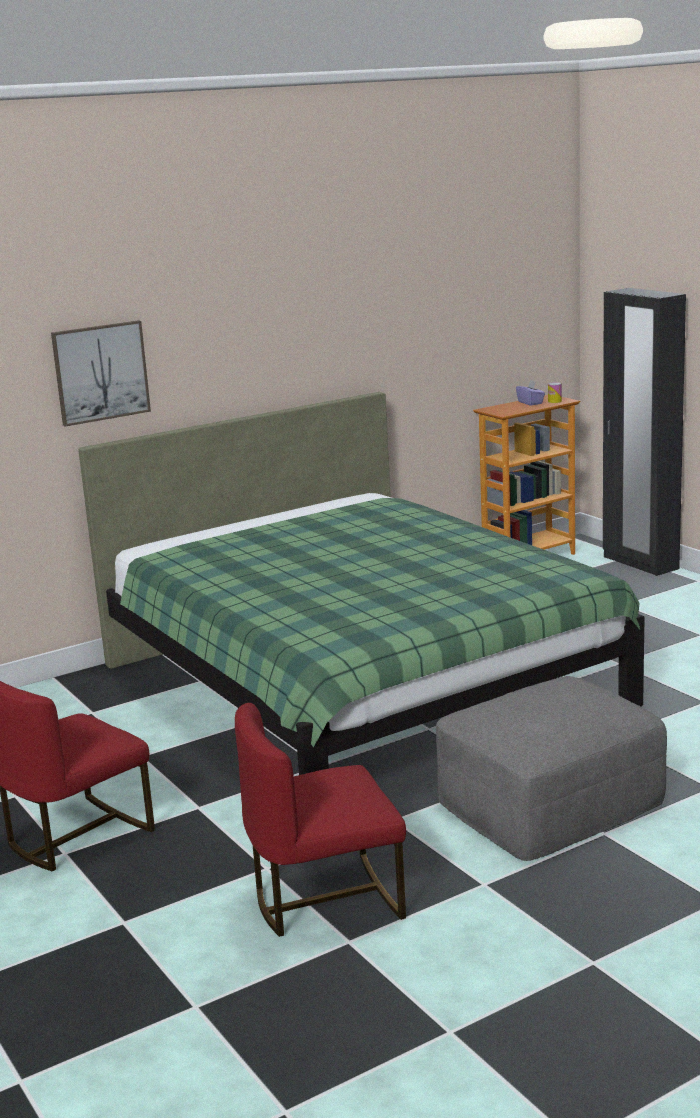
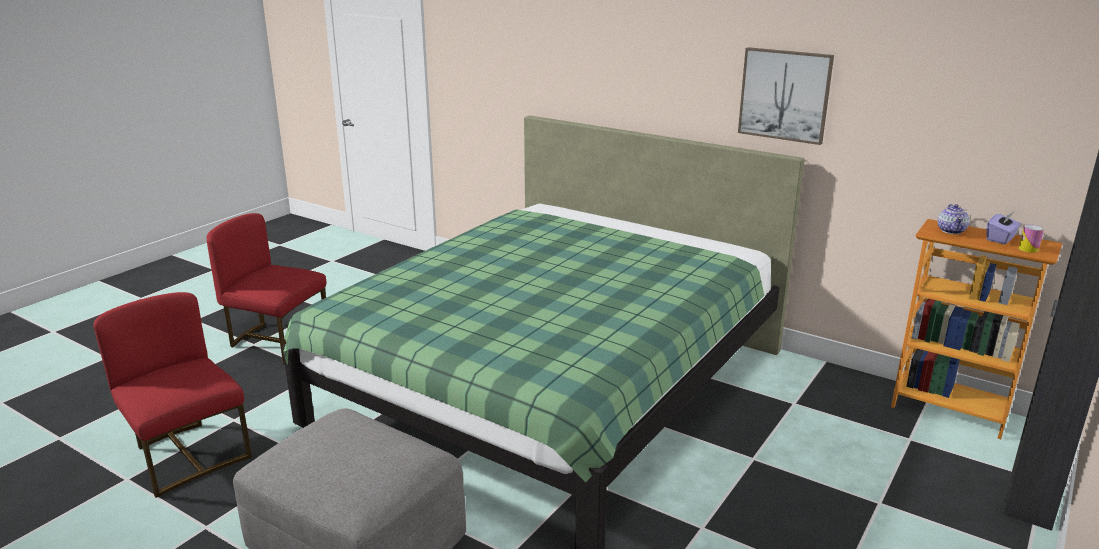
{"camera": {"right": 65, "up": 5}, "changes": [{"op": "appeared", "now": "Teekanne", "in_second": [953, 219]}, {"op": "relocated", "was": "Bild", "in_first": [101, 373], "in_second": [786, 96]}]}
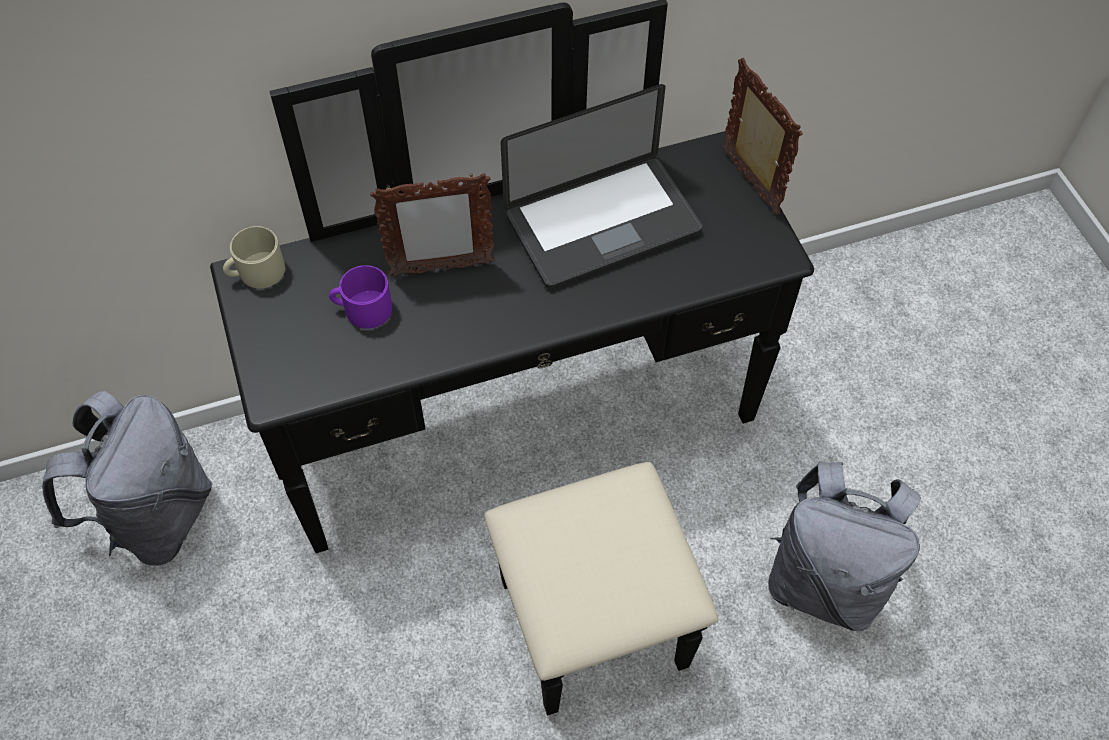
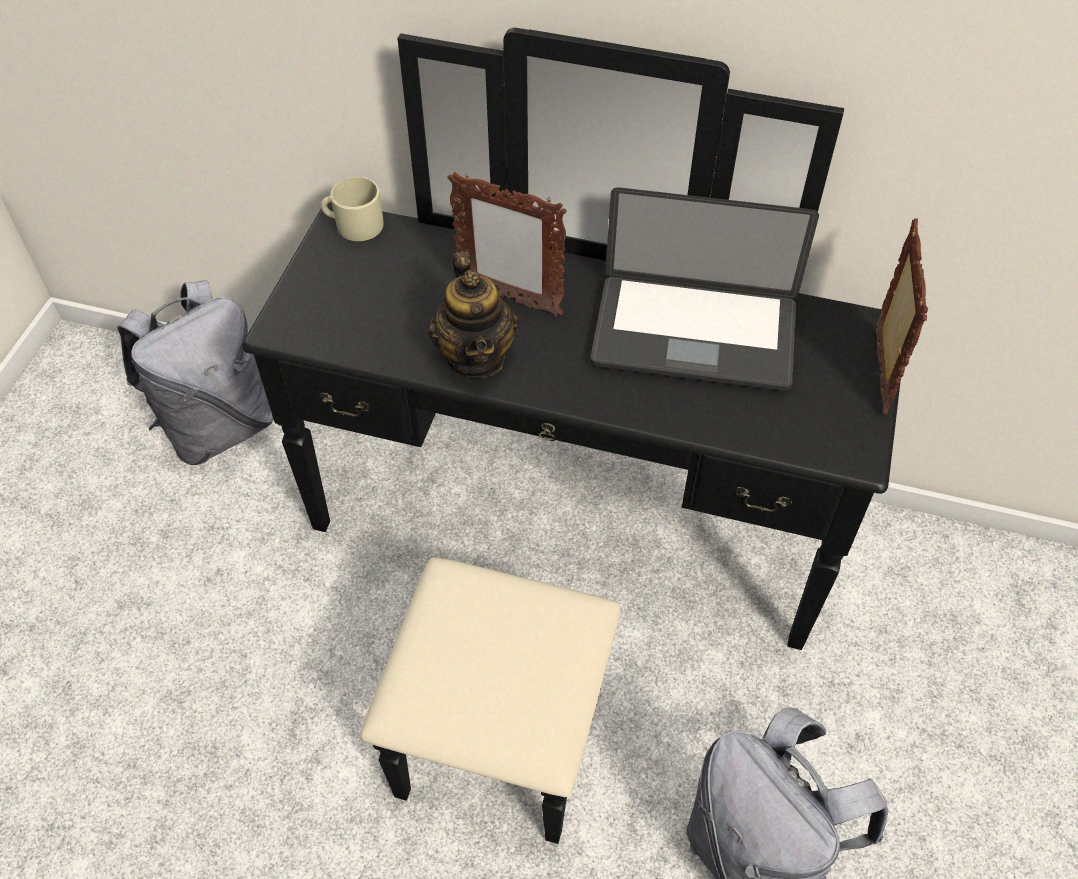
{"camera": {"right": 35, "up": -5}, "changes": [{"op": "missing", "was": "Henkelbecher [lila]", "in_first": [360, 297]}, {"op": "appeared", "now": "Teekanne", "in_second": [473, 314]}]}
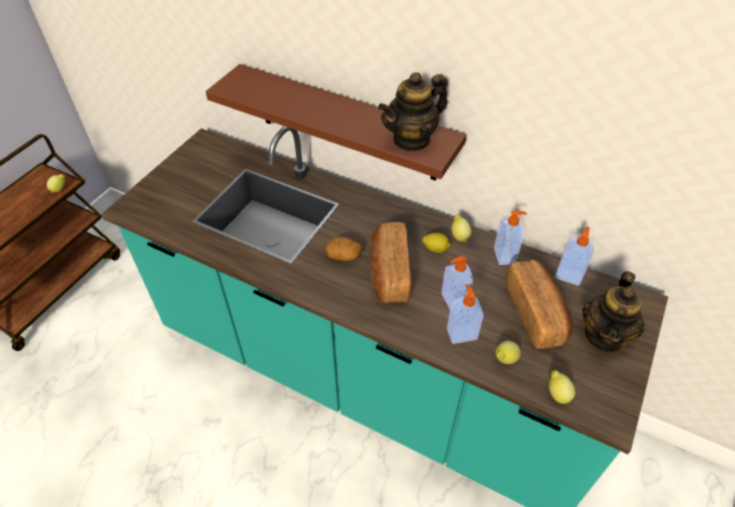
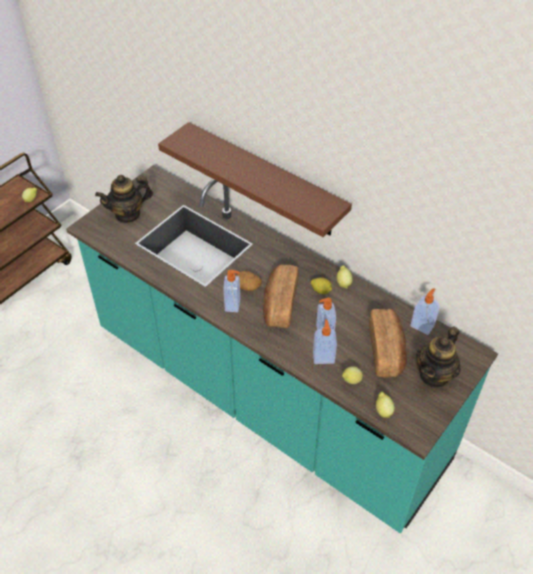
{"camera": {"right": 10, "up": 0}, "changes": [{"op": "relocated", "was": "Teekanne", "in_first": [413, 112], "in_second": [124, 199]}, {"op": "relocated", "was": "Seifenspender", "in_first": [510, 238], "in_second": [232, 291]}]}
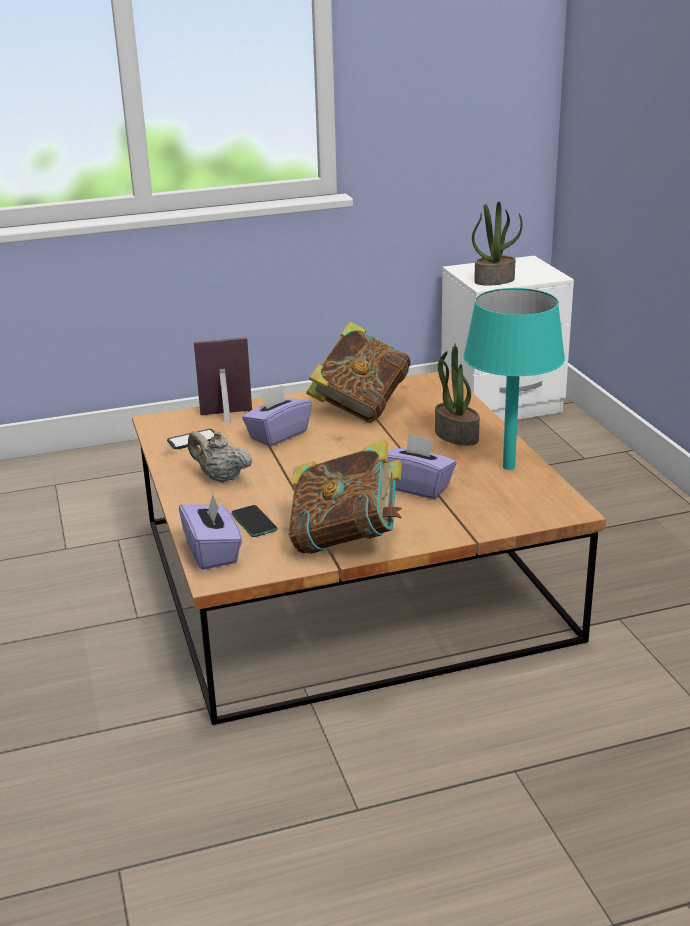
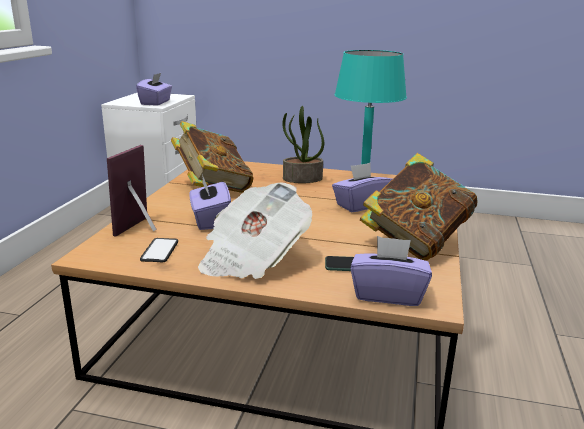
{"camera": {"right": -60, "up": -5}, "changes": [{"op": "exchanged", "was": "Teekanne [beige]", "now": "Zeitung", "in_first": [220, 457], "in_second": [255, 230]}, {"op": "exchanged", "was": "Topfpflanze", "now": "Taschentuchbox [lila]", "in_first": [497, 244], "in_second": [154, 89]}]}
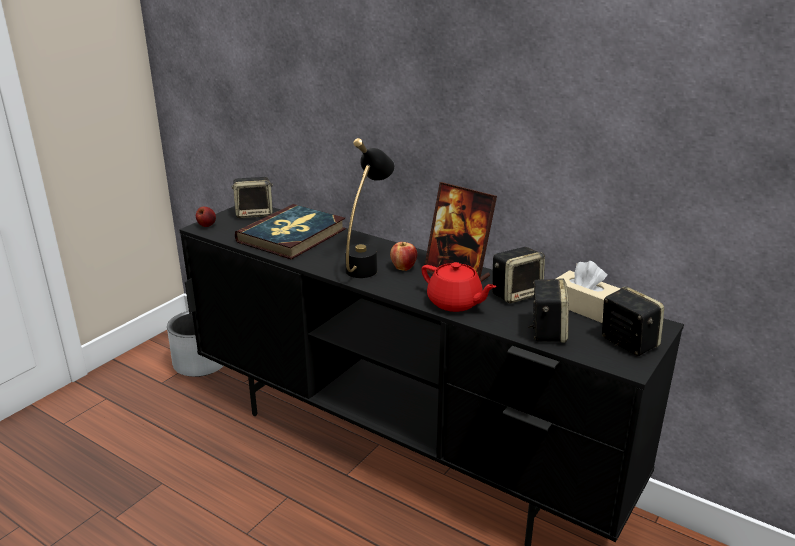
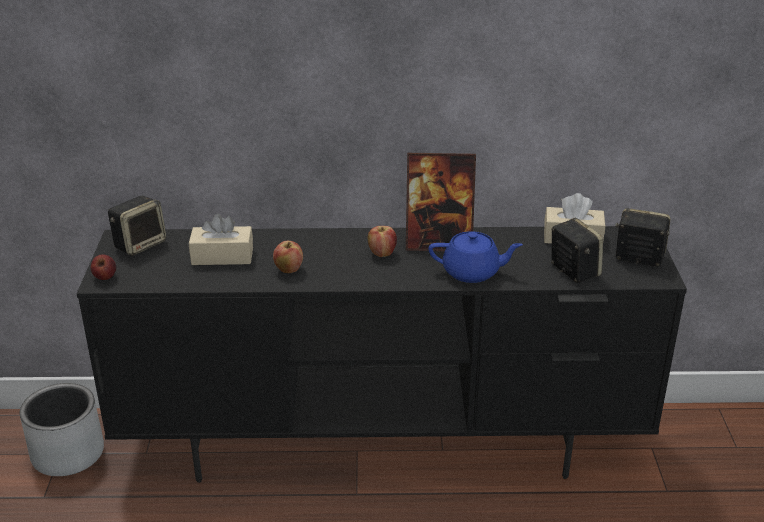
{"camera": {"right": -35, "up": 5}, "changes": [{"op": "missing", "was": "Tischlampe [schwarz]", "in_first": [370, 208]}, {"op": "missing", "was": "Lautsprecher", "in_first": [518, 275]}, {"op": "appeared", "now": "Apfel", "in_second": [288, 257]}, {"op": "exchanged", "was": "Buch", "now": "Taschentuchbox [beige]", "in_first": [290, 232], "in_second": [221, 239]}, {"op": "colour", "was": "Teekanne [rot]", "now": "Teekanne [blau]", "in_first": [459, 287], "in_second": [475, 257]}]}
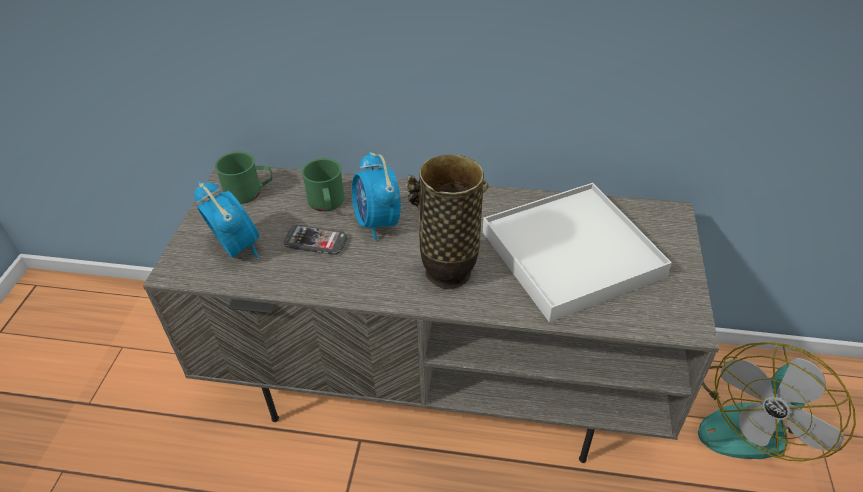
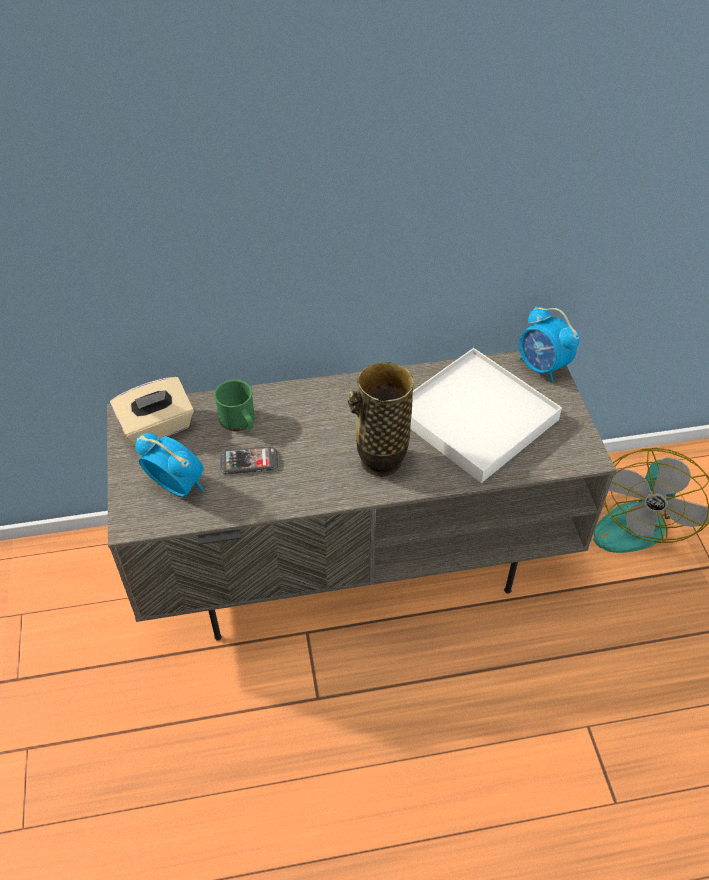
{"camera": {"right": -20, "up": 5}, "changes": [{"op": "relocated", "was": "Wecker", "in_first": [376, 195], "in_second": [549, 344]}, {"op": "exchanged", "was": "Henkelbecher [grün]", "now": "Taschentuchbox [beige]", "in_first": [243, 177], "in_second": [152, 411]}]}
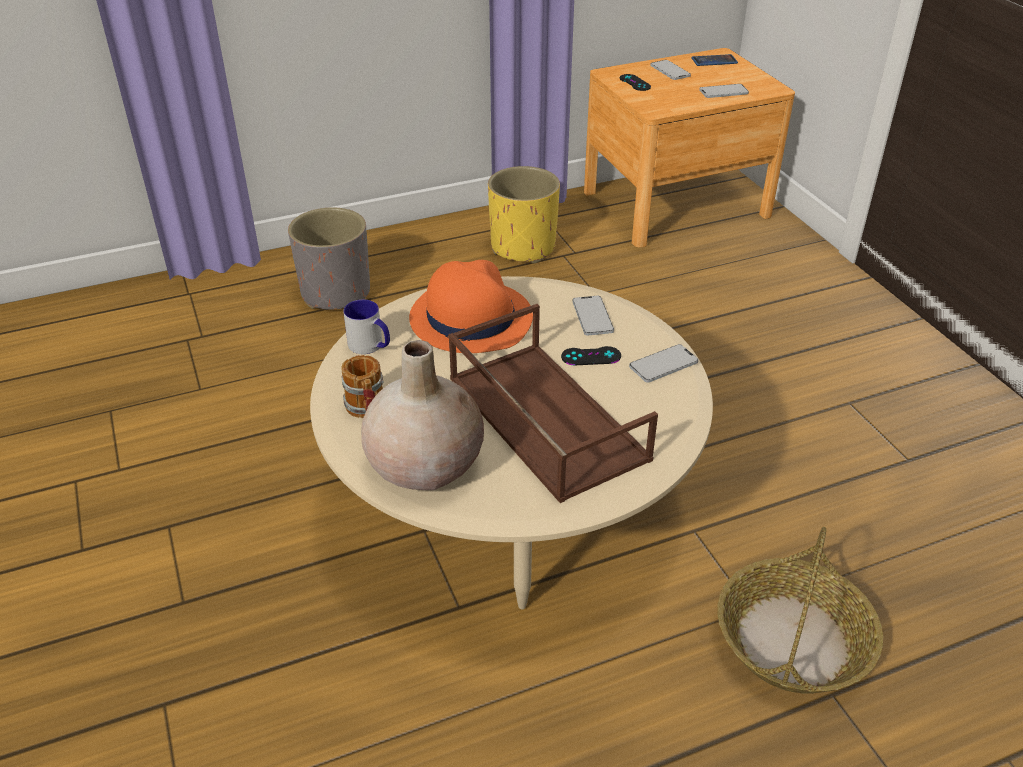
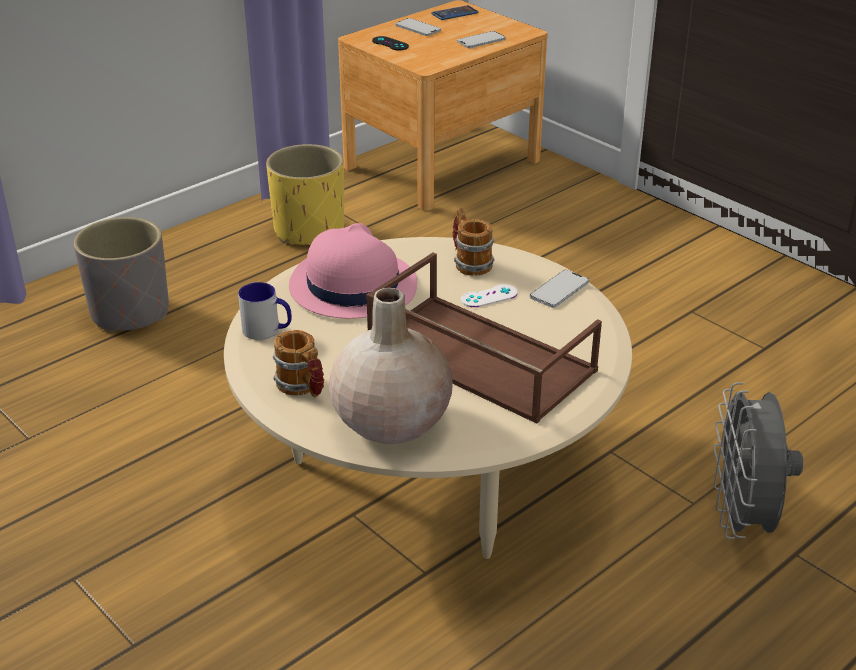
{"camera": {"right": -20, "up": -5}, "changes": [{"op": "exchanged", "was": "Handy", "now": "Henkelbecher", "in_first": [593, 316], "in_second": [473, 241]}, {"op": "exchanged", "was": "Korb", "now": "Ventilator [grau]", "in_first": [800, 610], "in_second": [758, 460]}, {"op": "colour", "was": "Hut [orange]", "now": "Hut [rosa]", "in_first": [471, 306], "in_second": [353, 271]}, {"op": "colour", "was": "Gamepad [schwarz]", "now": "Gamepad [weiß]", "in_first": [591, 355], "in_second": [489, 296]}]}
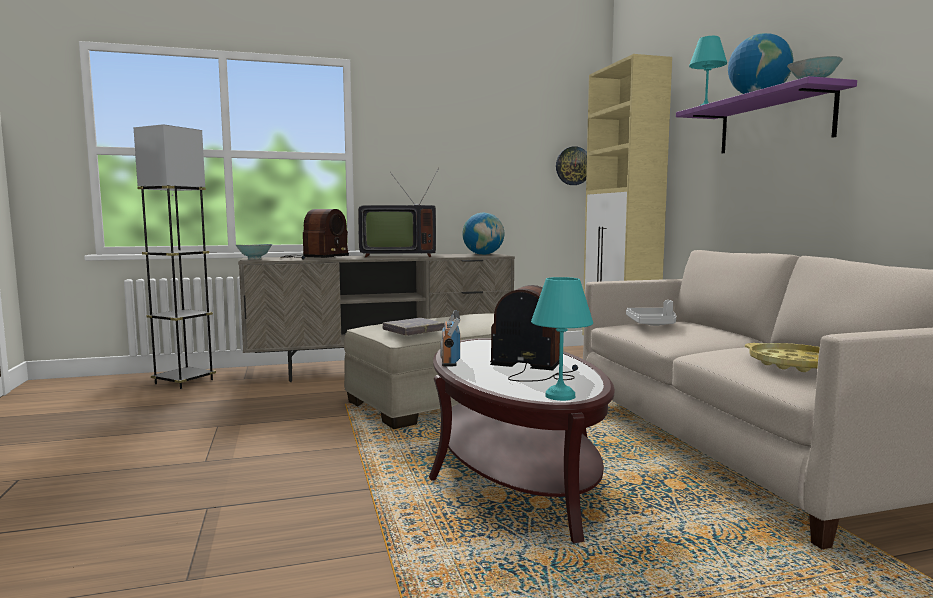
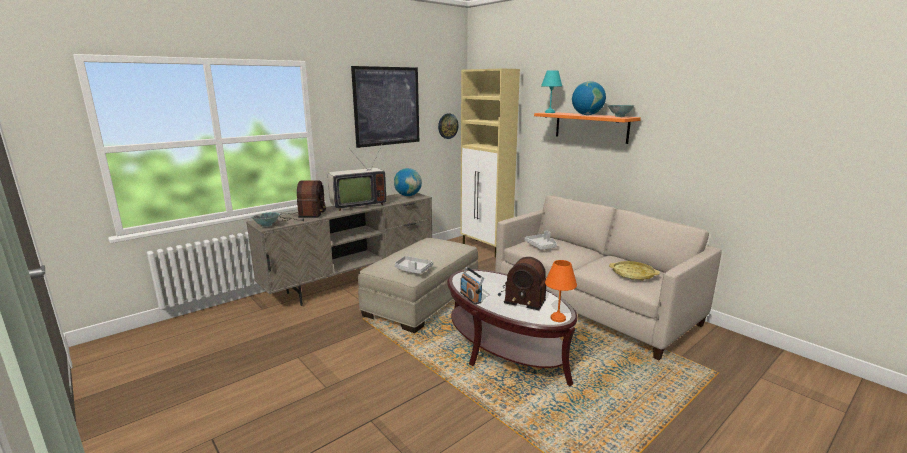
{"camera": {"right": -25, "up": 10}, "changes": [{"op": "missing", "was": "Stehlampe [grau]", "in_first": [174, 256]}, {"op": "appeared", "now": "Bild", "in_second": [385, 107]}, {"op": "exchanged", "was": "Buch [grau]", "now": "Tablett [grau]", "in_first": [413, 327], "in_second": [414, 265]}, {"op": "colour", "was": "Tischlampe [türkis]", "now": "Tischlampe [orange]", "in_first": [562, 339], "in_second": [561, 291]}, {"op": "colour", "was": "Wandregal [lila]", "now": "Wandregal [orange]", "in_first": [766, 114], "in_second": [587, 128]}, {"op": "spun", "was": "Radio", "in_first": [534, 333], "in_second": [522, 283], "clockwise": -150}]}
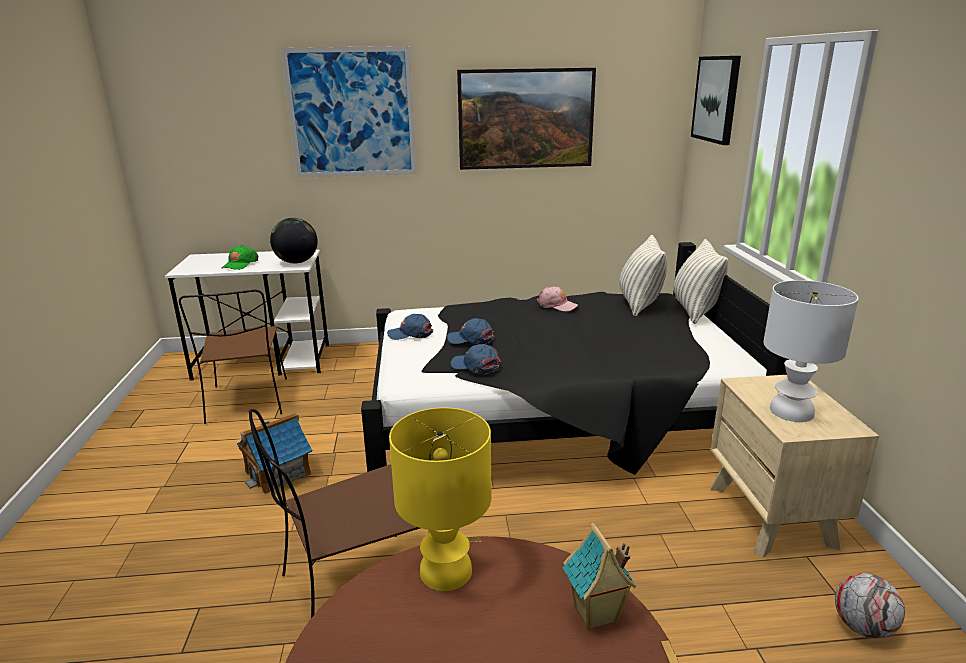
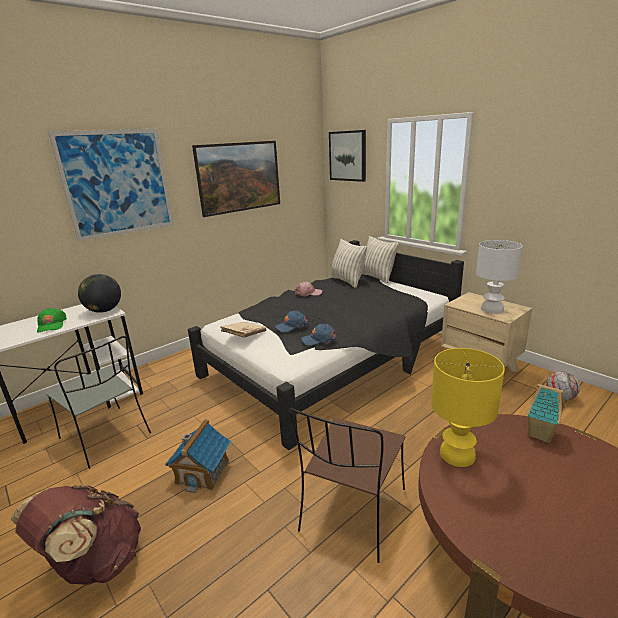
{"camera": {"right": -35, "up": 0}, "changes": [{"op": "appeared", "now": "Rucksack [braun]", "in_second": [76, 535]}, {"op": "exchanged", "was": "Kappe [blau]", "now": "Buch [beige]", "in_first": [410, 327], "in_second": [243, 330]}, {"op": "colour", "was": "Stuhl [braun]", "now": "Stuhl [grau]", "in_first": [233, 357], "in_second": [98, 402]}]}
